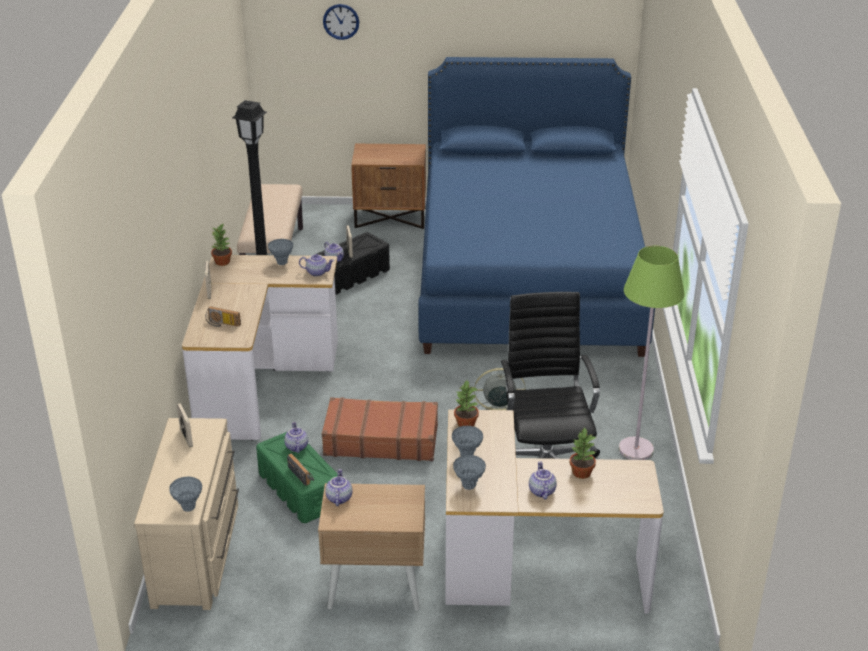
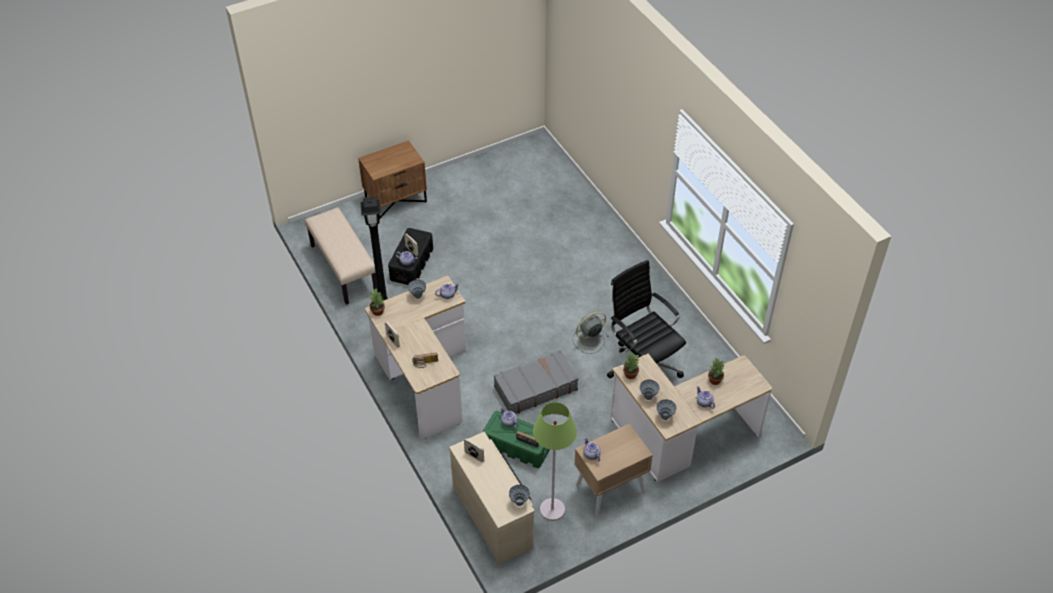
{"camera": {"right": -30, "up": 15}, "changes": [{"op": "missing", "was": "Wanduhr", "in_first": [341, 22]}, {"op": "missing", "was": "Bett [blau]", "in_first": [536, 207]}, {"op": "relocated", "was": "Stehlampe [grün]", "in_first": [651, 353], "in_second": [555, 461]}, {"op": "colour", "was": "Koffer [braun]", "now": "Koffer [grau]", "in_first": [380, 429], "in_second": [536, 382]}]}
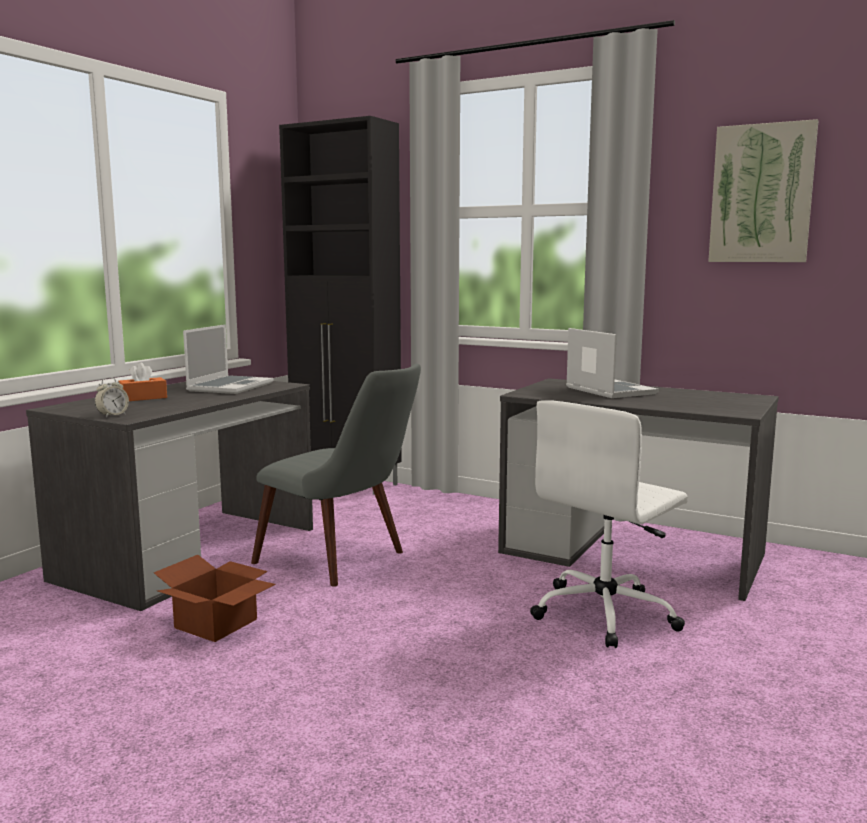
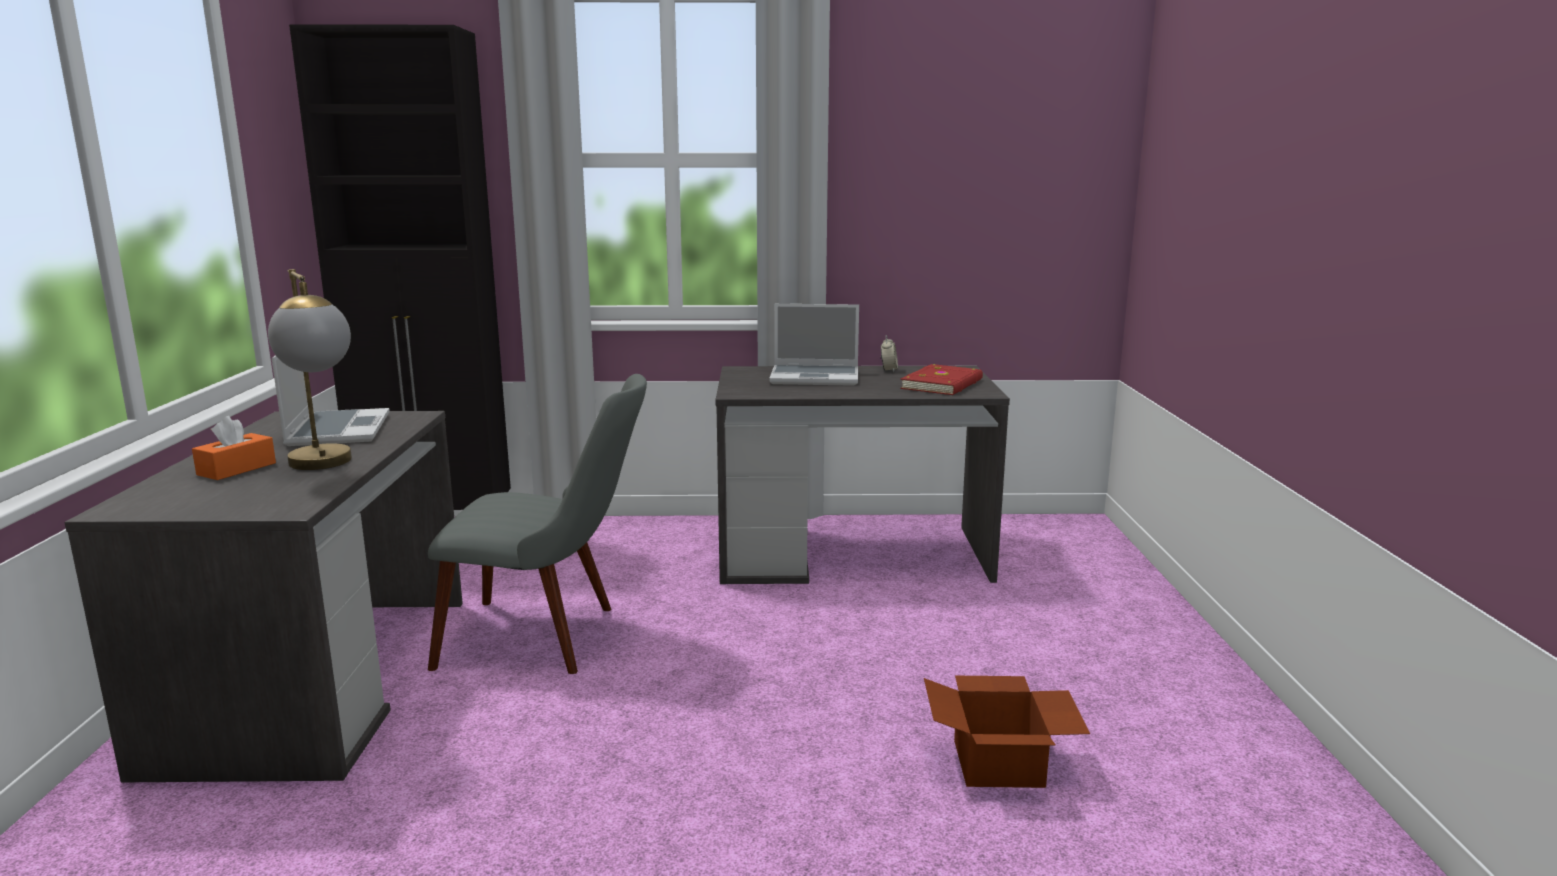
{"camera": {"right": -30, "up": 5}, "changes": [{"op": "missing", "was": "Bürostuhl [weiß]", "in_first": [609, 524]}, {"op": "missing", "was": "Bild", "in_first": [763, 190]}, {"op": "appeared", "now": "Tischlampe", "in_second": [310, 369]}, {"op": "appeared", "now": "Buch [rot]", "in_second": [941, 379]}, {"op": "relocated", "was": "Wecker", "in_first": [112, 397], "in_second": [889, 353]}, {"op": "relocated", "was": "Karton", "in_first": [215, 598], "in_second": [1007, 732]}, {"op": "spun", "was": "Laptop", "in_first": [612, 363], "in_second": [814, 345], "clockwise": 150}]}
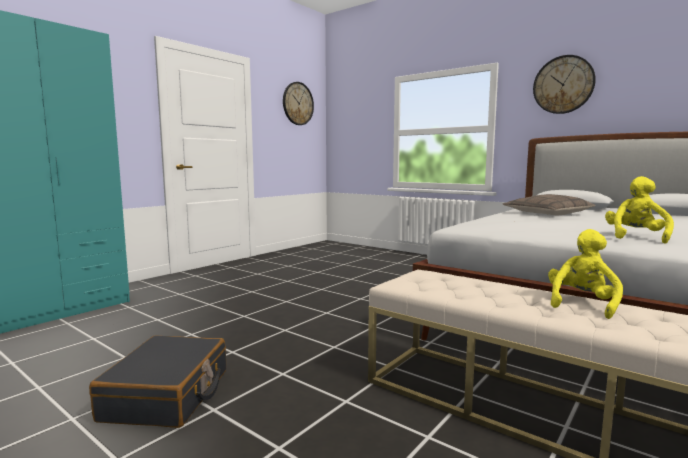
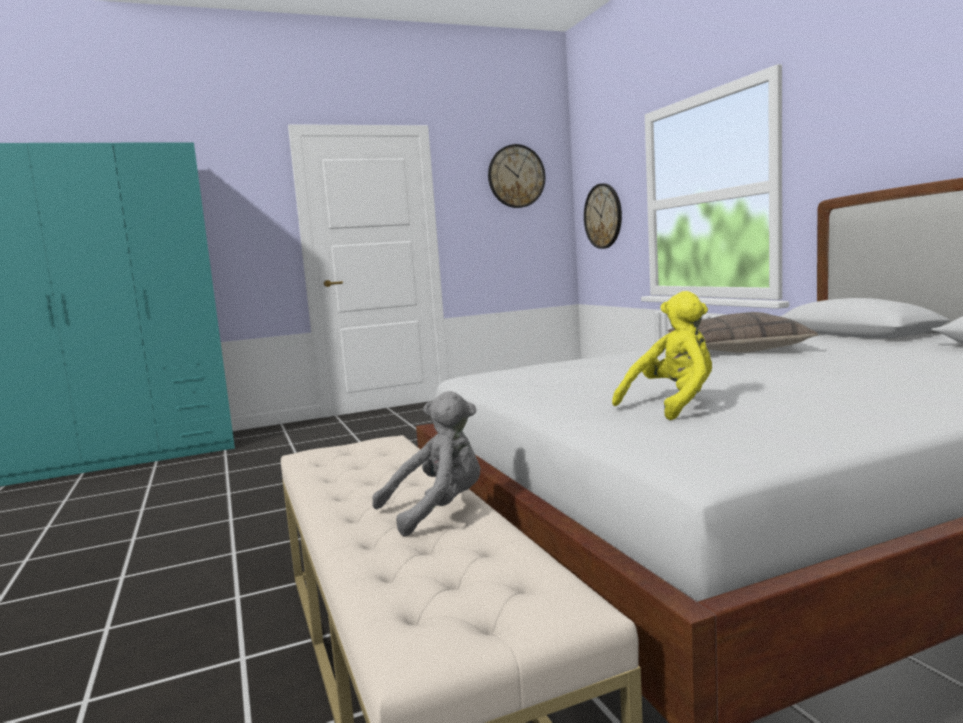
{"camera": {"right": 30, "up": 0}, "changes": [{"op": "missing", "was": "Koffer [schwarz]", "in_first": [157, 381]}, {"op": "relocated", "was": "Wanduhr", "in_first": [564, 84], "in_second": [603, 216]}, {"op": "colour", "was": "Plüschtier [gelb]", "now": "Plüschtier [grau]", "in_first": [585, 274], "in_second": [426, 464]}]}
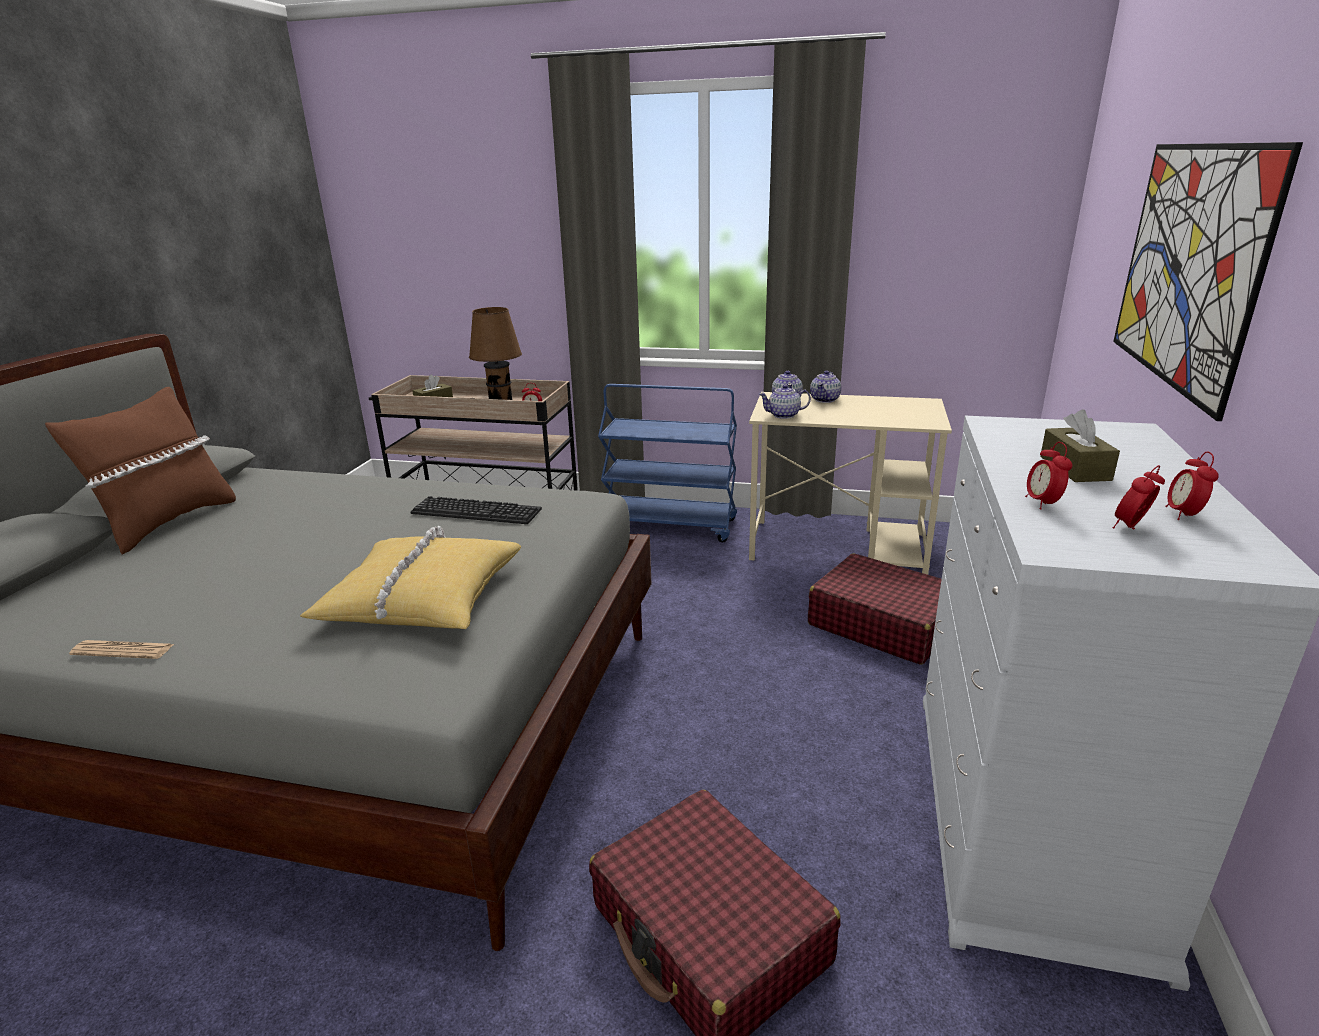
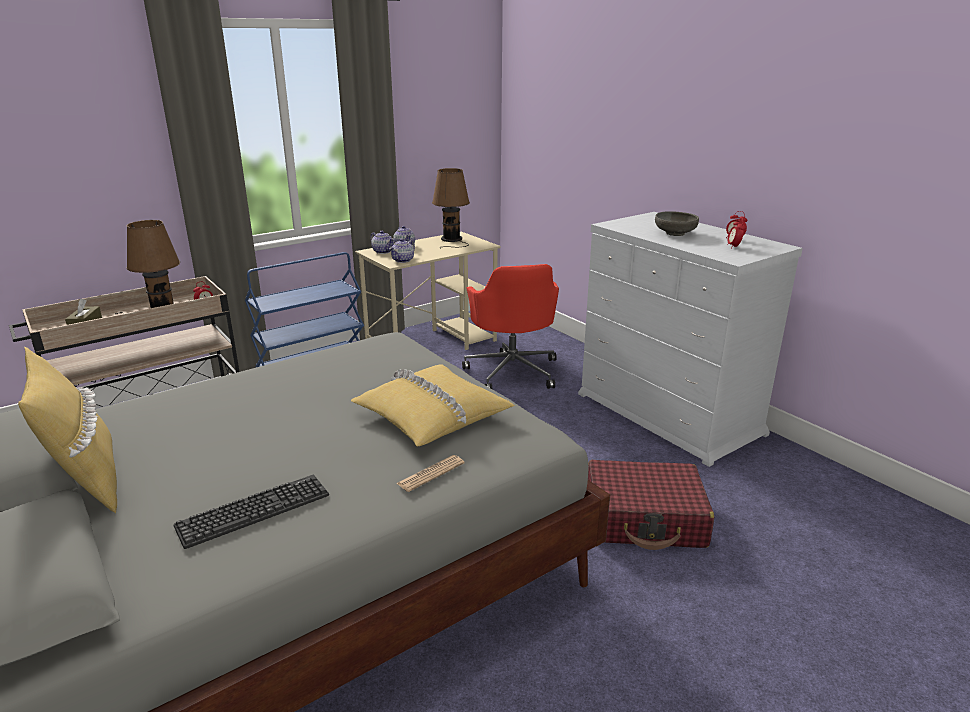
{"camera": {"right": -50, "up": 0}, "changes": [{"op": "missing", "was": "Wecker", "in_first": [1048, 475]}, {"op": "missing", "was": "Bild", "in_first": [1208, 281]}, {"op": "appeared", "now": "Tischlampe [braun]", "in_second": [451, 208]}, {"op": "relocated", "was": "Zeitung", "in_first": [122, 649], "in_second": [430, 473]}, {"op": "relocated", "was": "Tastatur", "in_first": [476, 510], "in_second": [251, 512]}, {"op": "exchanged", "was": "Koffer [rot]", "now": "Bürostuhl [rot]", "in_first": [874, 609], "in_second": [510, 326]}, {"op": "exchanged", "was": "Taschentuchbox [braun]", "now": "Schüssel [grau]", "in_first": [1080, 446], "in_second": [677, 223]}, {"op": "colour", "was": "Kissen [braun]", "now": "Kissen [gelb]", "in_first": [140, 471], "in_second": [67, 430]}]}
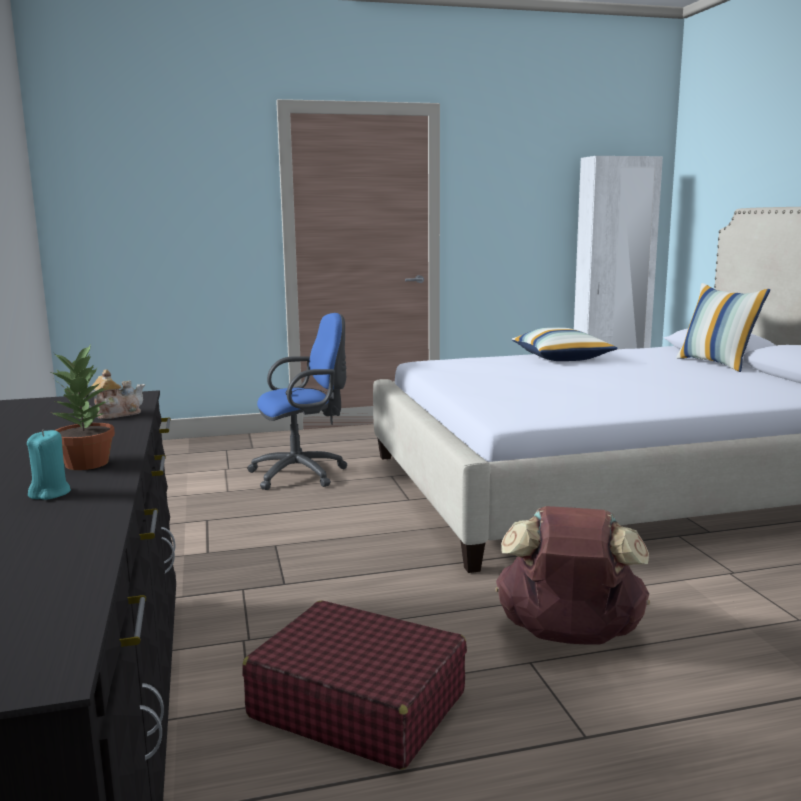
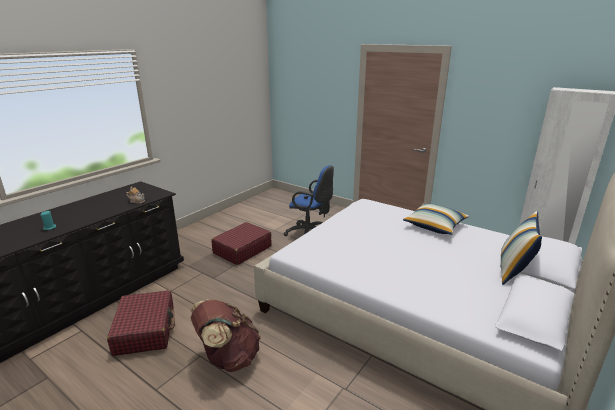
{"camera": {"right": 50, "up": 10}, "changes": [{"op": "missing", "was": "Topfpflanze", "in_first": [82, 407]}, {"op": "appeared", "now": "Koffer [rot]", "in_second": [242, 243]}]}
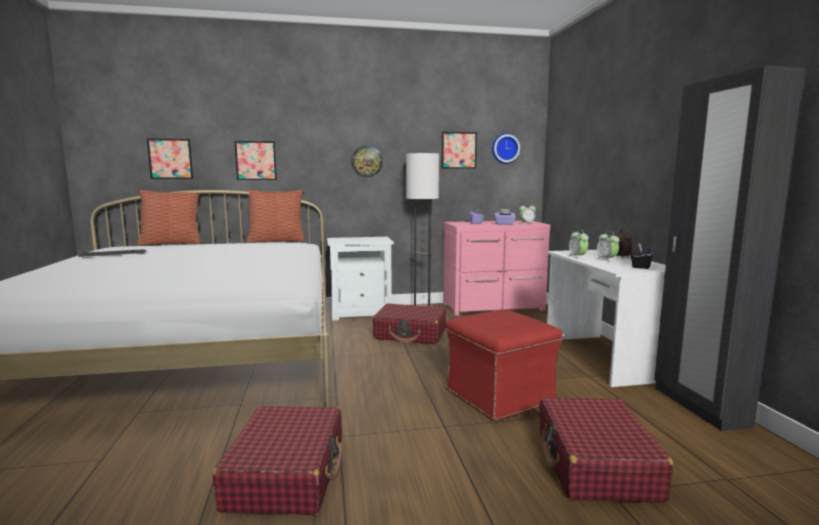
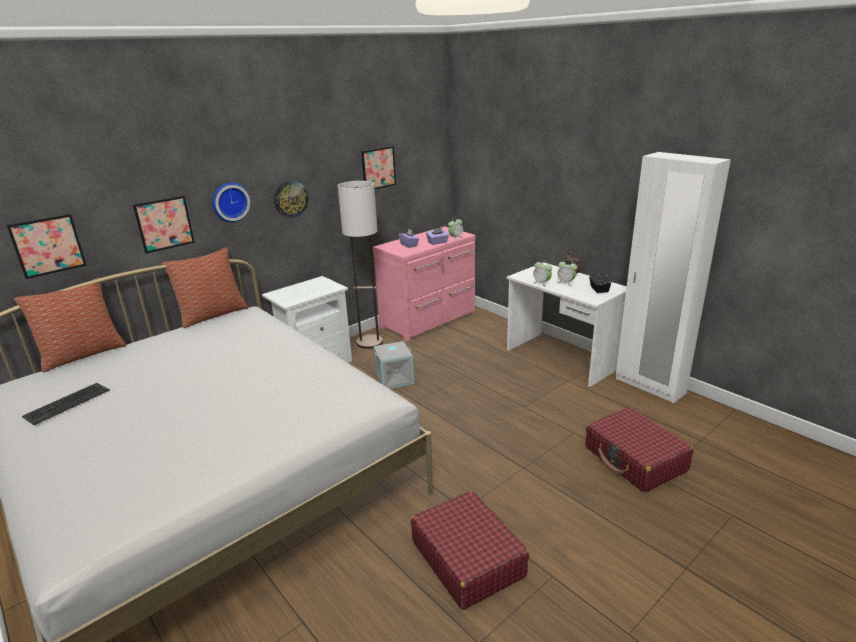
{"camera": {"right": -30, "up": 15}, "changes": [{"op": "missing", "was": "Polsterhocker [rot]", "in_first": [504, 365]}, {"op": "relocated", "was": "Wanduhr", "in_first": [506, 148], "in_second": [231, 202]}, {"op": "exchanged", "was": "Koffer [rot]", "now": "Aufbewahrungsbox [grau]", "in_first": [409, 323], "in_second": [394, 365]}, {"op": "colour", "was": "Kleiderschrank [schwarz]", "now": "Kleiderschrank [weiß]", "in_first": [730, 248], "in_second": [673, 277]}]}
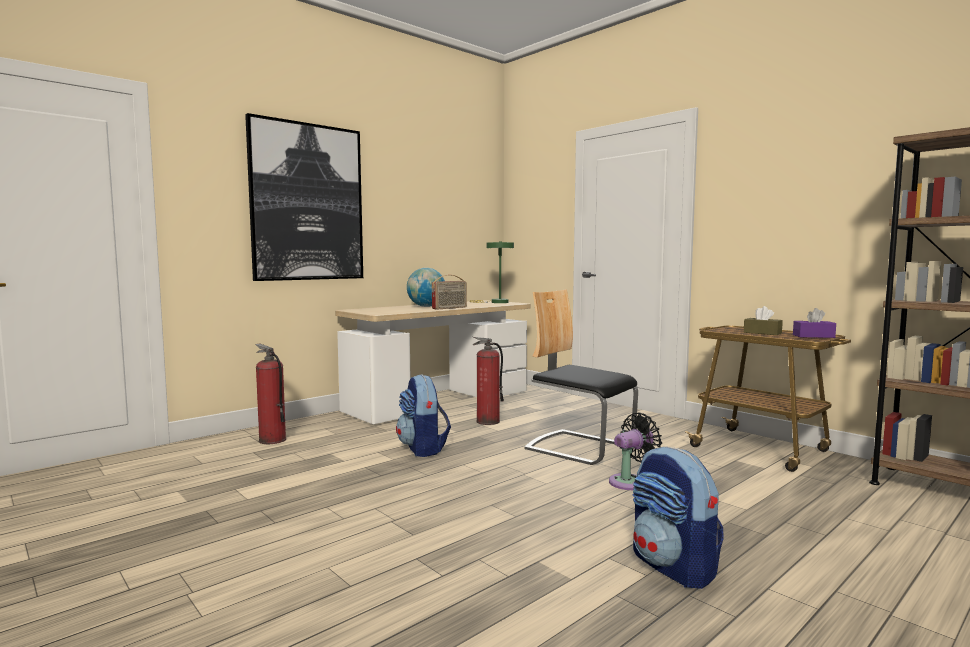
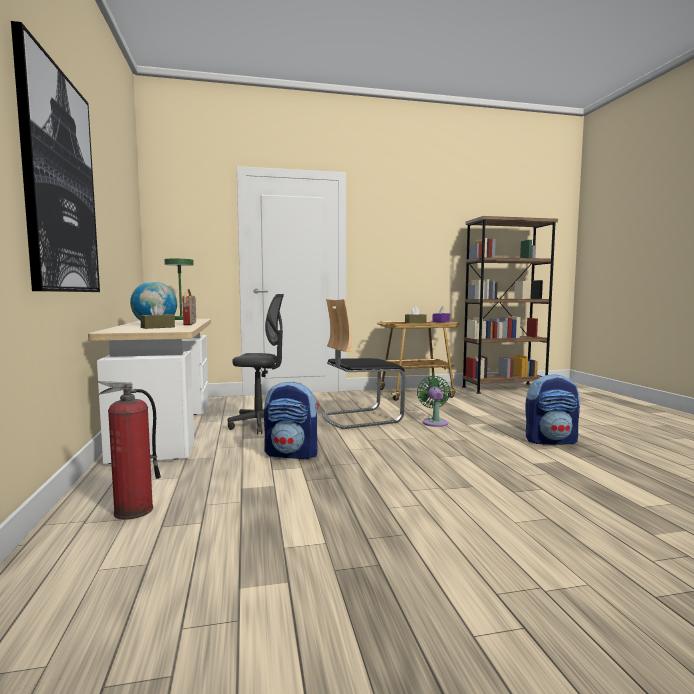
{"camera": {"right": -60, "up": 0}, "changes": [{"op": "appeared", "now": "Taschentuchbox [braun]", "in_second": [157, 316]}, {"op": "exchanged", "was": "Feuerlöscher", "now": "Bürostuhl [grau]", "in_first": [488, 381], "in_second": [256, 364]}, {"op": "colour", "was": "Ventilator [schwarz]", "now": "Ventilator [grün]", "in_first": [635, 451], "in_second": [433, 401]}]}
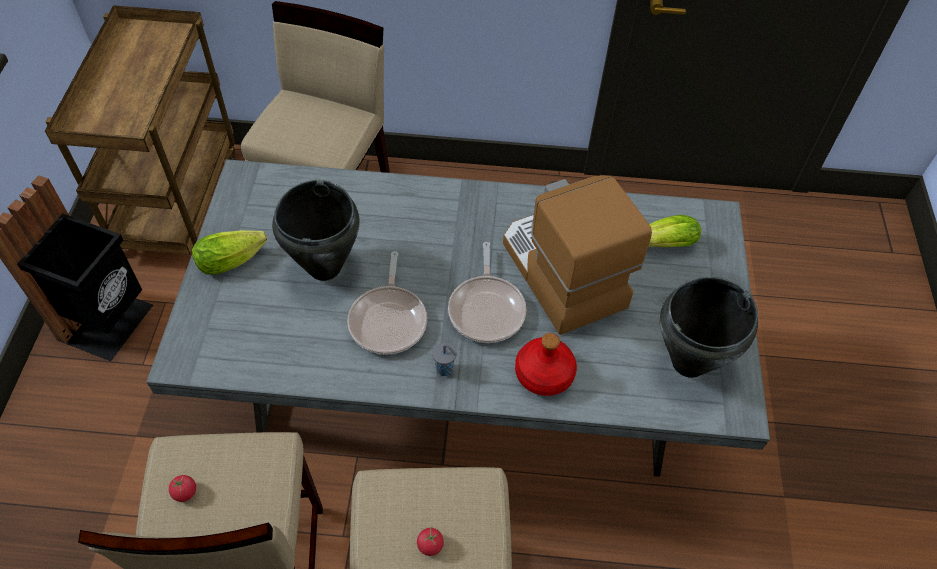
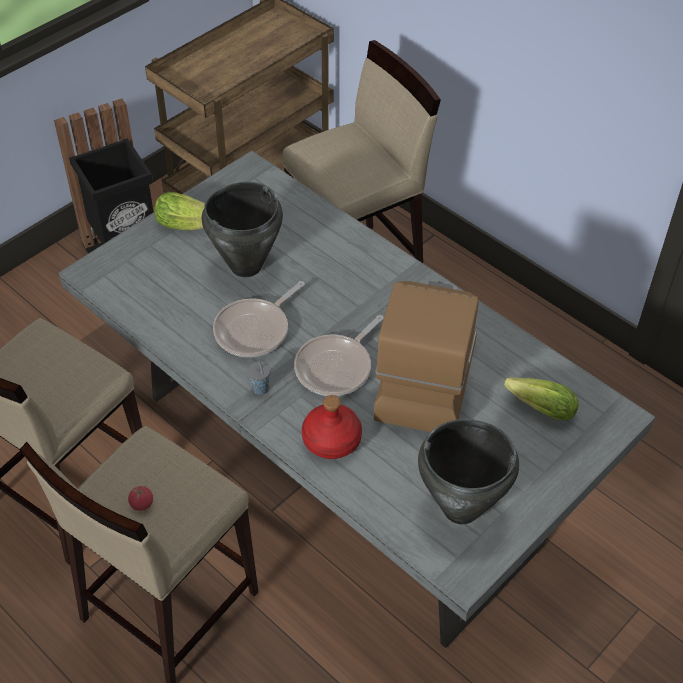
{"camera": {"right": 40, "up": -5}, "changes": [{"op": "missing", "was": "Tomate", "in_first": [182, 488]}]}
